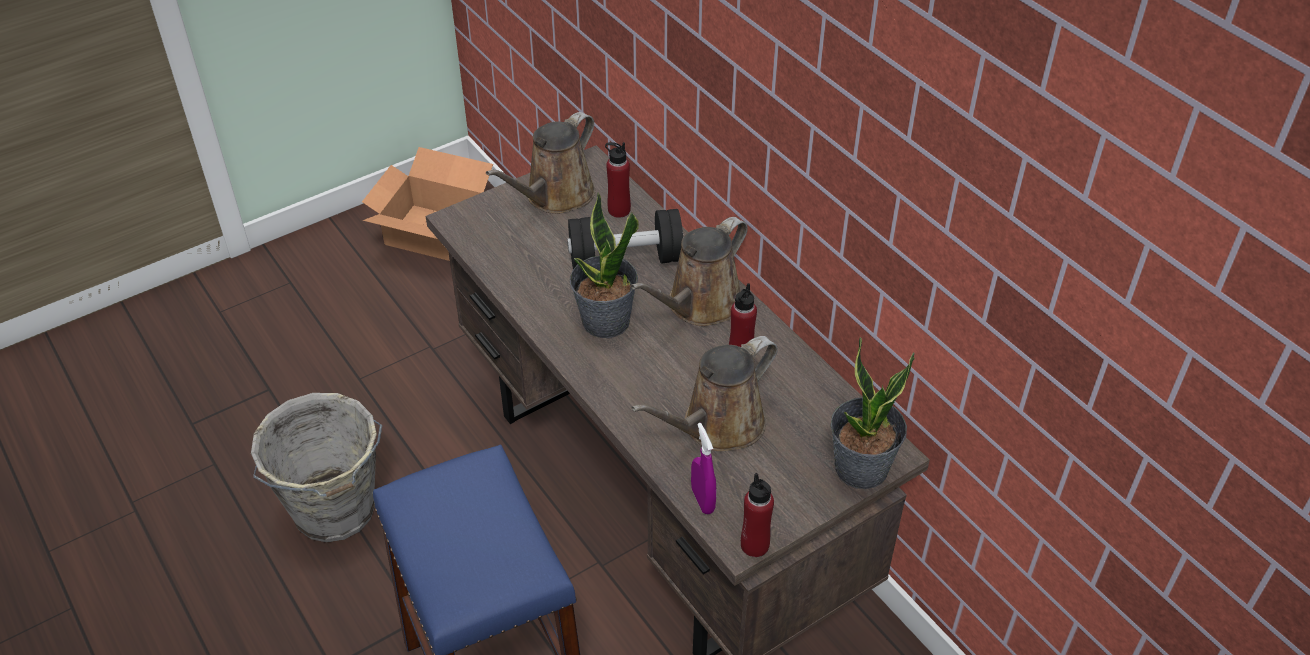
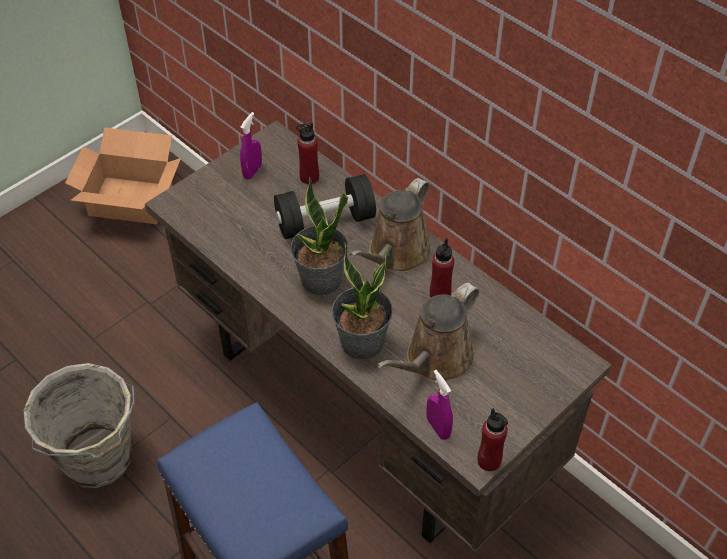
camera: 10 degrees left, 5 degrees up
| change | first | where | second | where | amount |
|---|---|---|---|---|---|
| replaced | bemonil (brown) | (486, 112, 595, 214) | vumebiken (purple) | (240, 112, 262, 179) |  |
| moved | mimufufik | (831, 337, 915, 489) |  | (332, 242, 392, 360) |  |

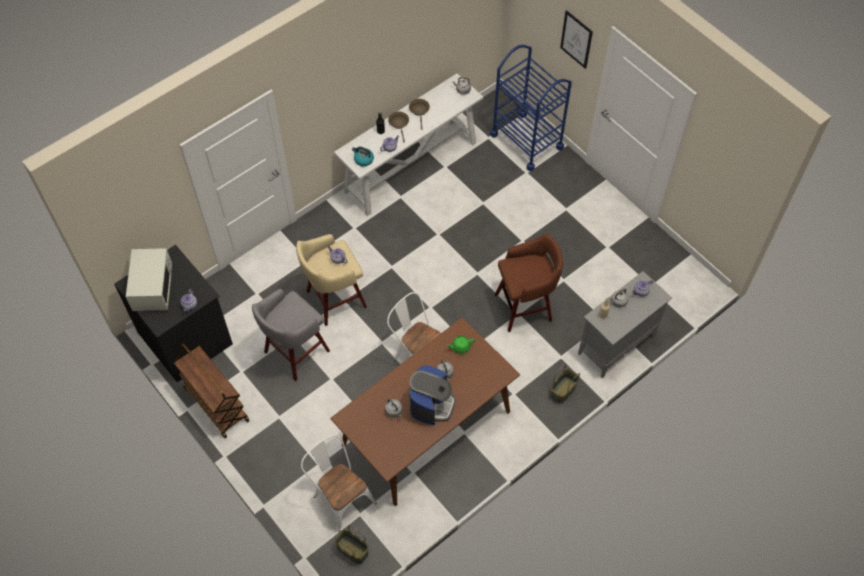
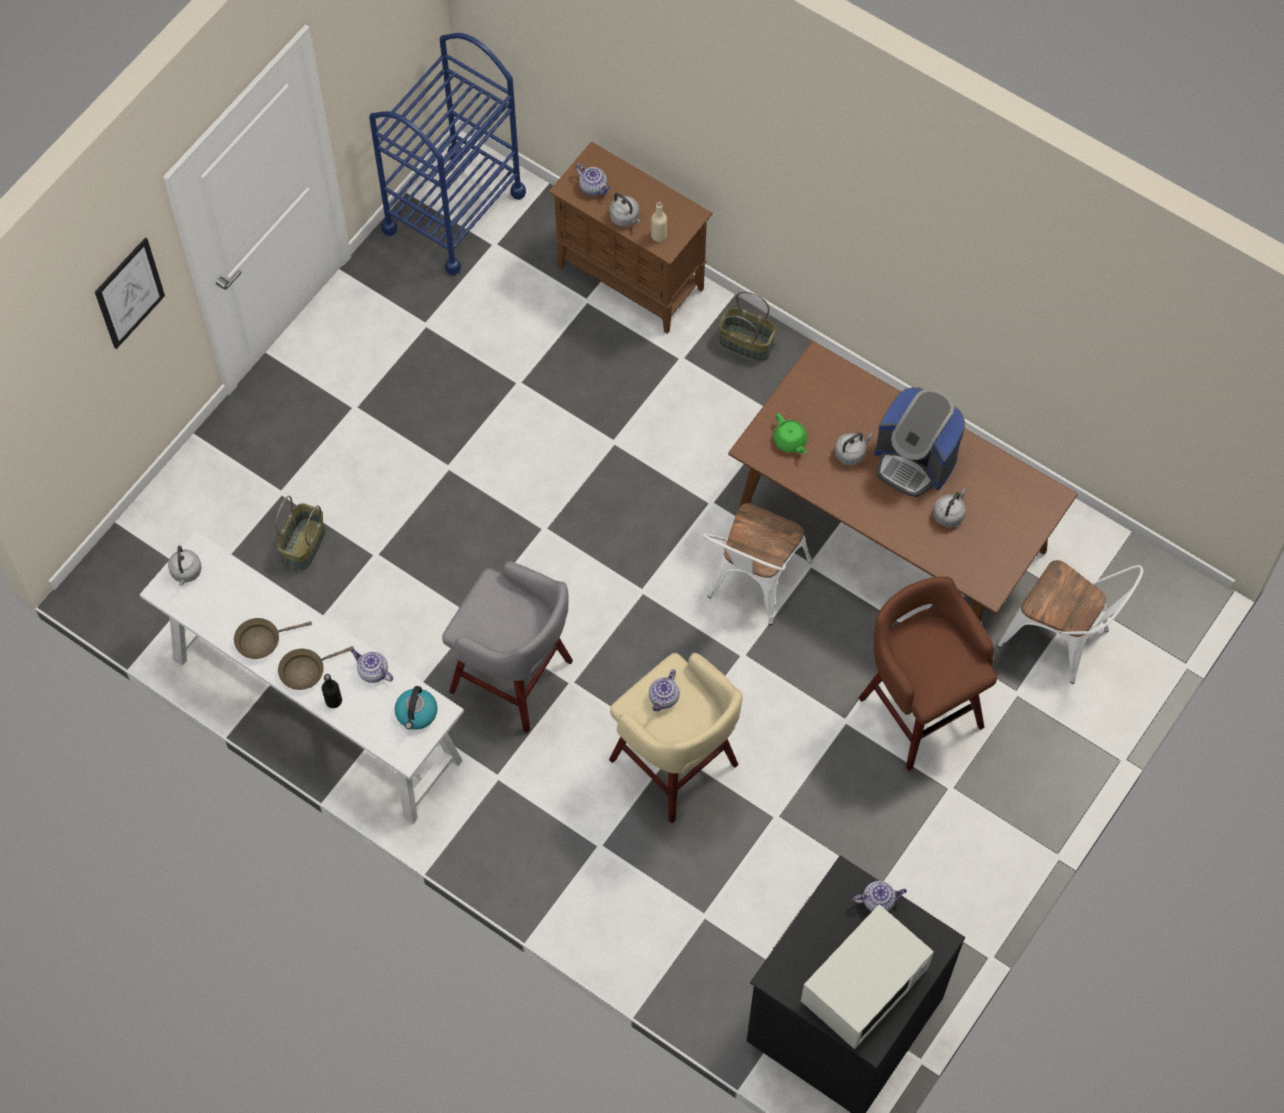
camera: 105 degrees left, 5 degrees up
| change | first | where | second | where | amount |
|---|---|---|---|---|---|
| turned | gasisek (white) | (126, 248, 172, 311) |  | (801, 904, 934, 1049) | 150 degrees clockwise |
| removed | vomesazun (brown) | (174, 343, 250, 438) |  |  |  |
| moved | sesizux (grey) | (252, 289, 330, 381) |  | (442, 561, 573, 733) |  |
| turned | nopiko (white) | (301, 435, 377, 533) |  | (997, 560, 1143, 684) | 90 degrees counterclockwise |
| moved | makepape | (334, 526, 369, 564) |  | (276, 496, 325, 570) |  |
| turned | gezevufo | (409, 365, 455, 425) |  | (874, 387, 965, 497) | 150 degrees counterclockwise |
| moved | vomesazun (blue) | (490, 45, 572, 171) |  | (369, 33, 526, 276) |  |
| moved | sesizux (brown) | (495, 233, 563, 332) |  | (859, 576, 997, 771) |  |
| recoloured | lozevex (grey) | (578, 271, 672, 378) | lozevex (brown) | (549, 141, 712, 334) |  |

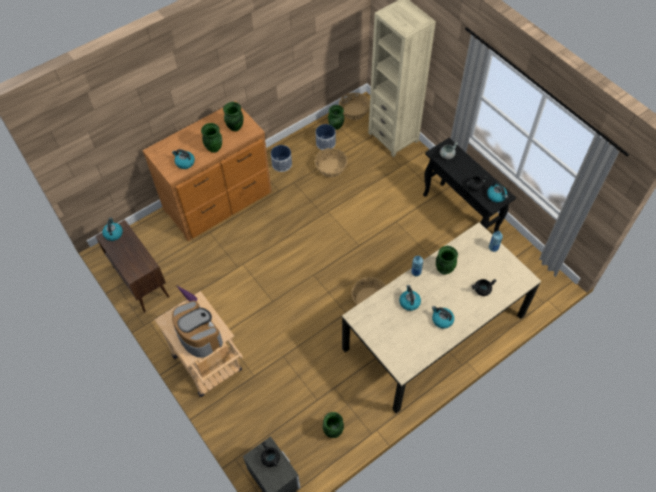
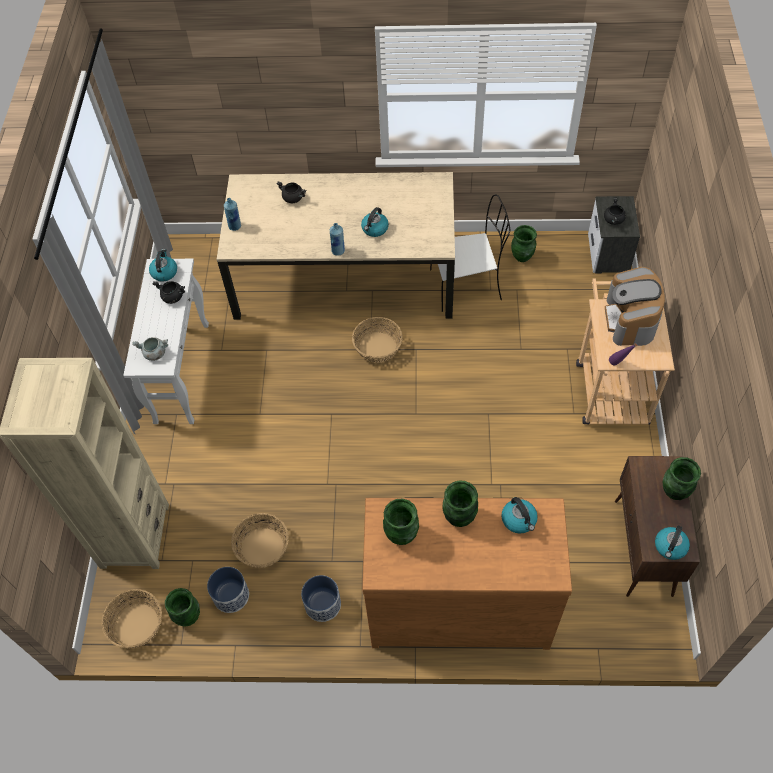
camera: 140 degrees left, 0 degrees up
| change | first | where | second | where | amount |
|---|---|---|---|---|---|
| recoloured | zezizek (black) | (423, 138, 516, 232) | zezizek (white) | (123, 259, 209, 424) |  |
| removed | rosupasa | (432, 306, 454, 329) |  |  |  |
| moved | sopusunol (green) | (436, 246, 458, 274) |  | (663, 457, 701, 500) |  |
| added |  |  | nopiko (white) | (430, 194, 510, 312) |  |

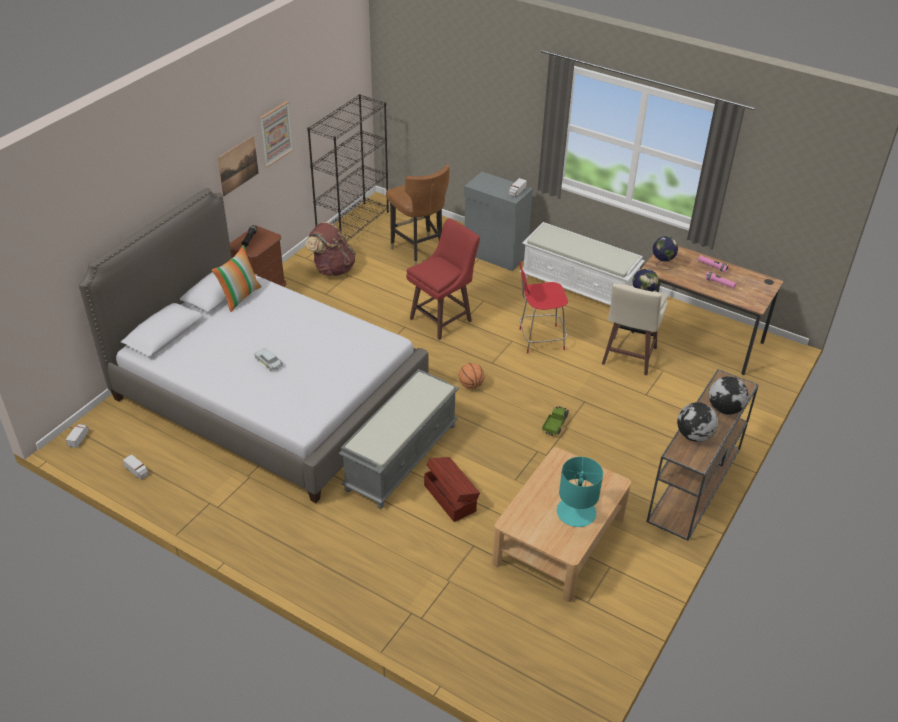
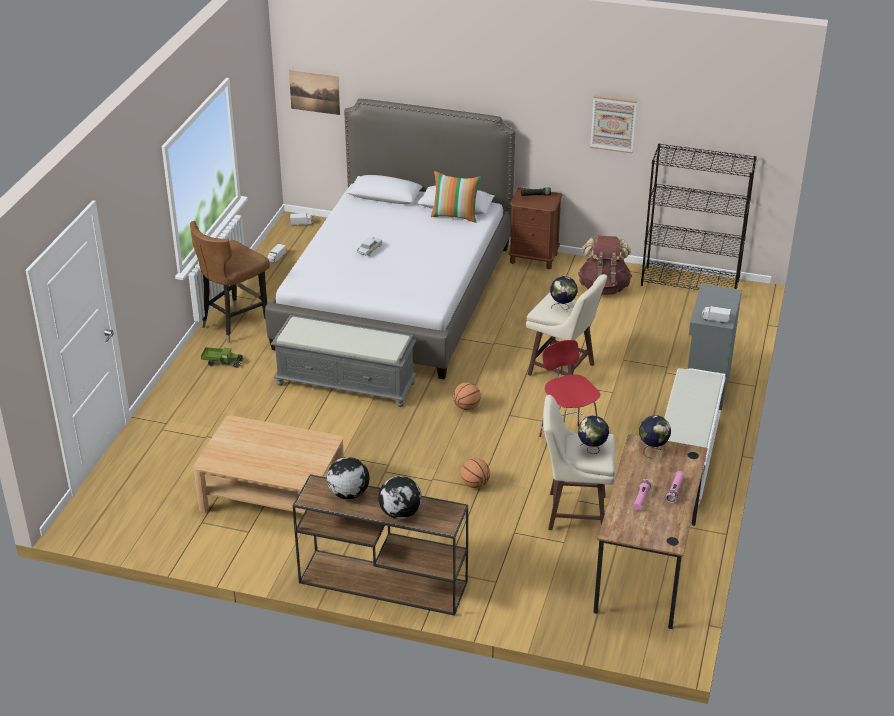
camera: 75 degrees right, 5 degrees down
| change | first | where | second | where | amount |
|---|---|---|---|---|---|
| moved | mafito | (217, 136, 259, 197) |  | (289, 70, 340, 115) |  |
| moved | nopiko (brown) | (386, 164, 450, 266) |  | (190, 221, 270, 343) |  |
| recoloured | sesizux (red) | (406, 218, 480, 340) | sesizux (beige) | (526, 274, 607, 376) |  |
| removed | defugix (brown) | (424, 457, 480, 522) |  |  |  |
| moved | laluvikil | (542, 406, 569, 436) |  | (201, 347, 243, 368) |  |
| removed | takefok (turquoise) | (557, 457, 603, 527) |  |  |  |
| added |  |  | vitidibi | (460, 458, 490, 488) |  |
| added |  |  | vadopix | (550, 276, 578, 310) |  |

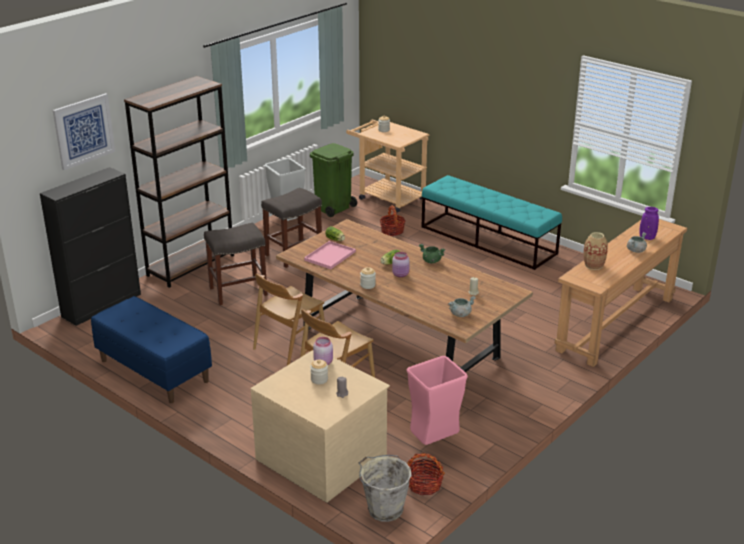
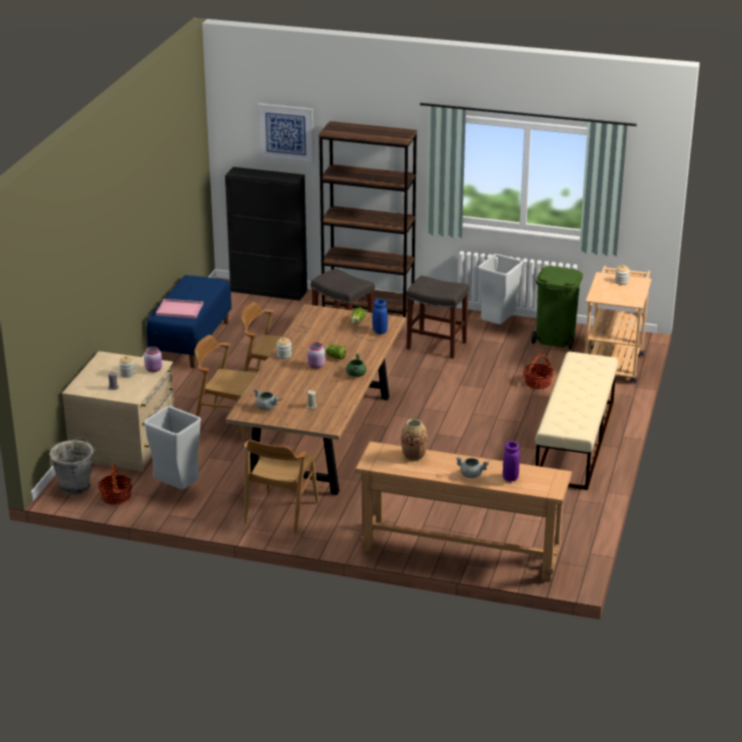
camera: 65 degrees right, 0 degrees up
| change | first | where | second | where | amount |
|---|---|---|---|---|---|
| moved | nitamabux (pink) | (304, 241, 356, 269) |  | (156, 299, 203, 318) |  |
| recoloured | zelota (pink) | (406, 356, 468, 445) | zelota (grey) | (144, 406, 201, 489) |  |
| recoloured | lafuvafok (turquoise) | (422, 175, 562, 270) | lafuvafok (beige) | (535, 352, 618, 490) |  |
| added |  |  | nopiko (brown) | (244, 440, 319, 534) |  |
| added |  |  | sopusunol (blue) | (372, 299, 388, 334) |  |

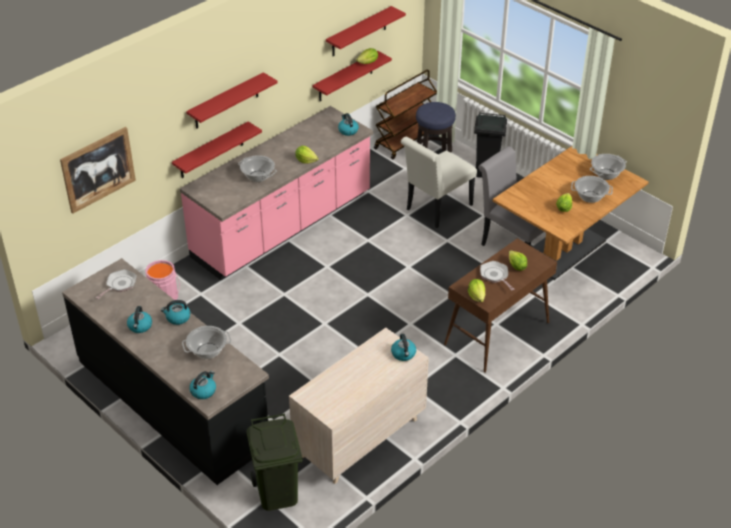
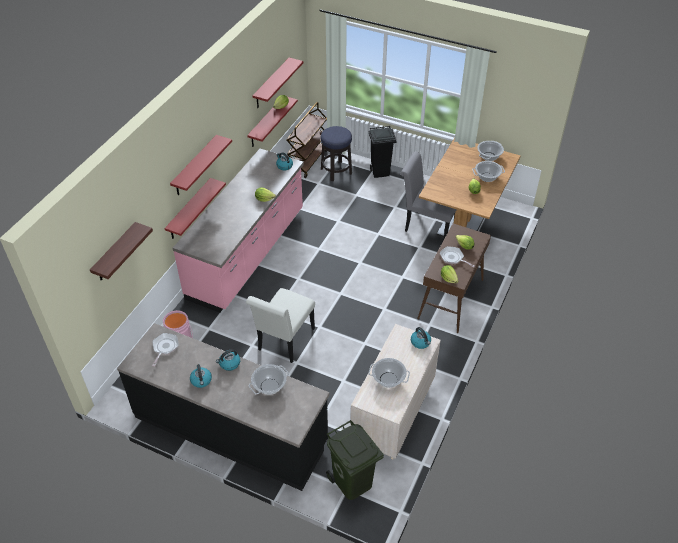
camera: 20 degrees left, 5 degrees up
| change | first | where | second | where | amount |
|---|---|---|---|---|---|
| replaced | mafito | (60, 127, 136, 214) | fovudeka | (90, 222, 153, 281) |  |
| removed | rosupasa | (189, 371, 216, 399) |  |  |  |
| moved | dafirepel | (238, 155, 277, 182) |  | (368, 358, 410, 388) |  |
| moved | nopiko (white) | (401, 137, 477, 228) |  | (246, 288, 315, 363) |  |

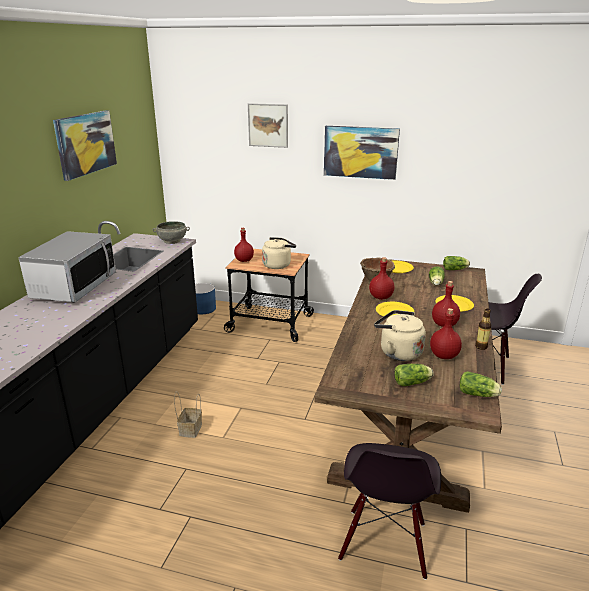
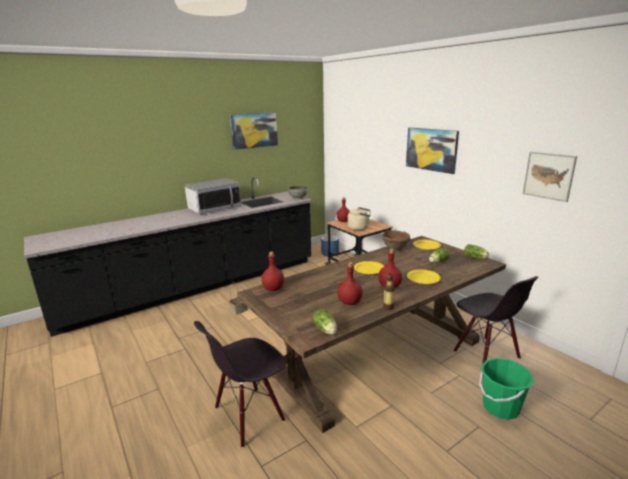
camera: 40 degrees right, 5 degrees down
| change | first | where | second | where | amount |
|---|---|---|---|---|---|
| moved | mafito | (248, 103, 288, 148) |  | (523, 152, 577, 202) |  |
| moved | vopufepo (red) | (369, 257, 395, 300) |  | (261, 251, 284, 291) |  |
| removed | rosupasa (beige) | (374, 310, 426, 361) |  |  |  |
| removed | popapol | (394, 364, 434, 386) |  |  |  |
| added |  |  | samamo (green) | (479, 358, 534, 420) |  |

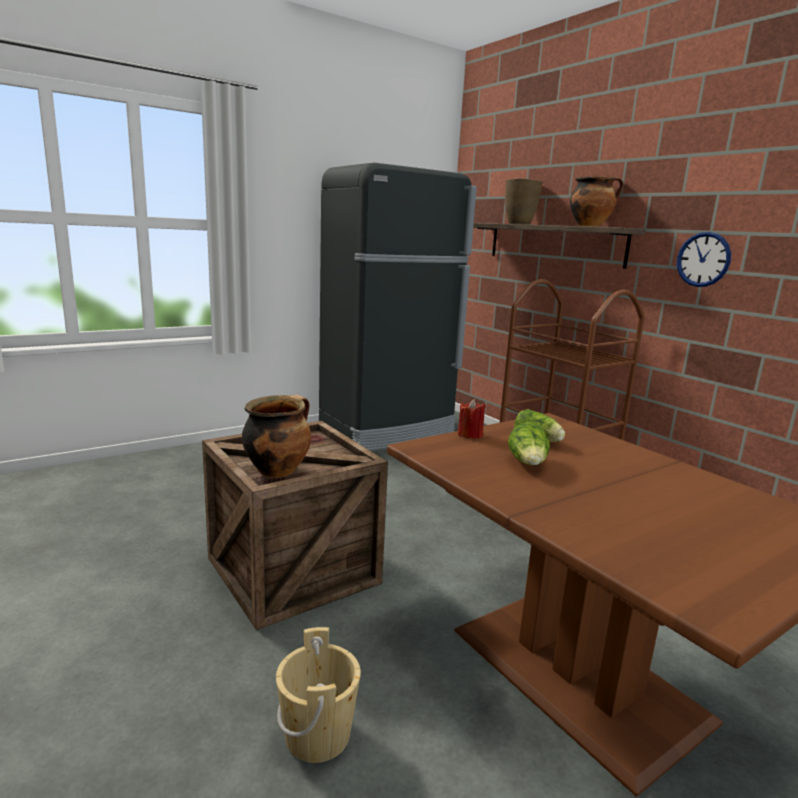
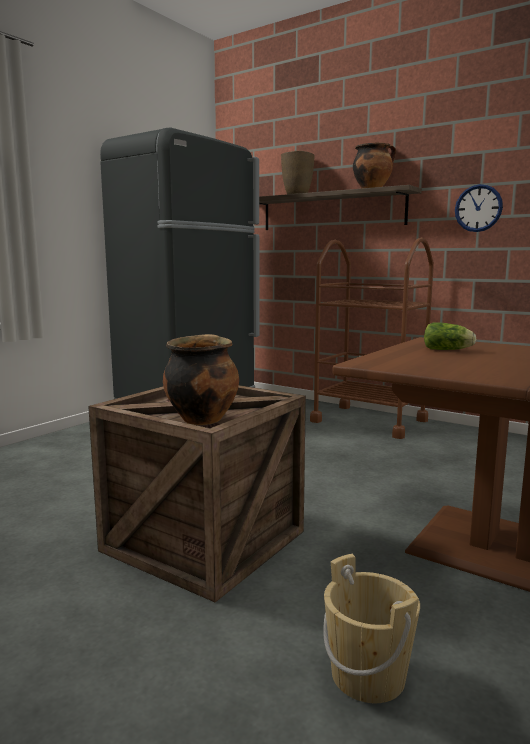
camera: 20 degrees left, 5 degrees down
| change | first | where | second | where | amount |
|---|---|---|---|---|---|
| removed | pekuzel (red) | (458, 399, 486, 439) |  |  |  |
| removed | popapol | (508, 422, 550, 466) |  |  |  |

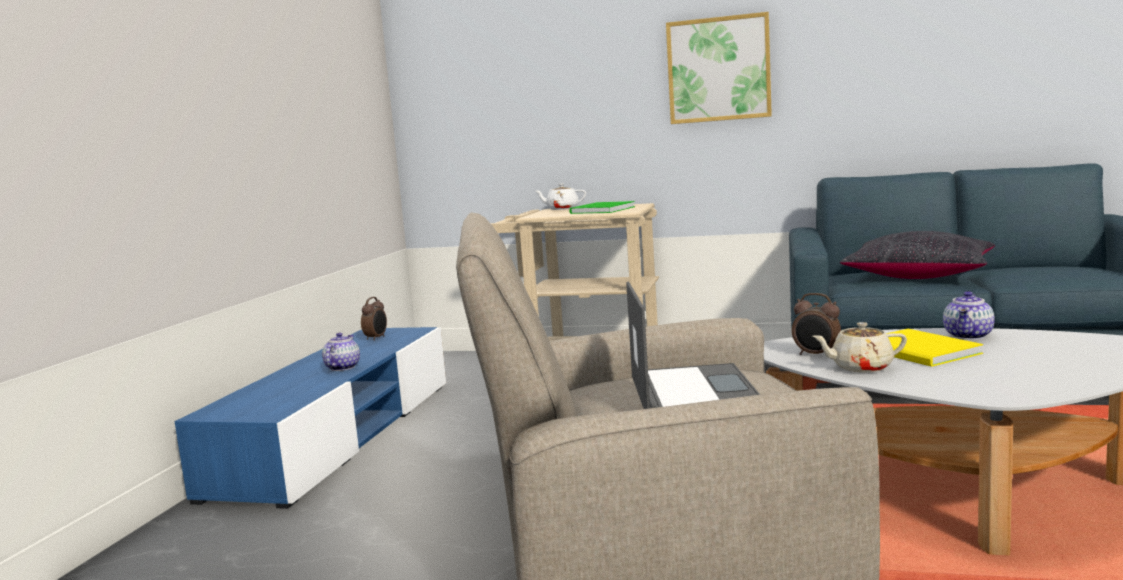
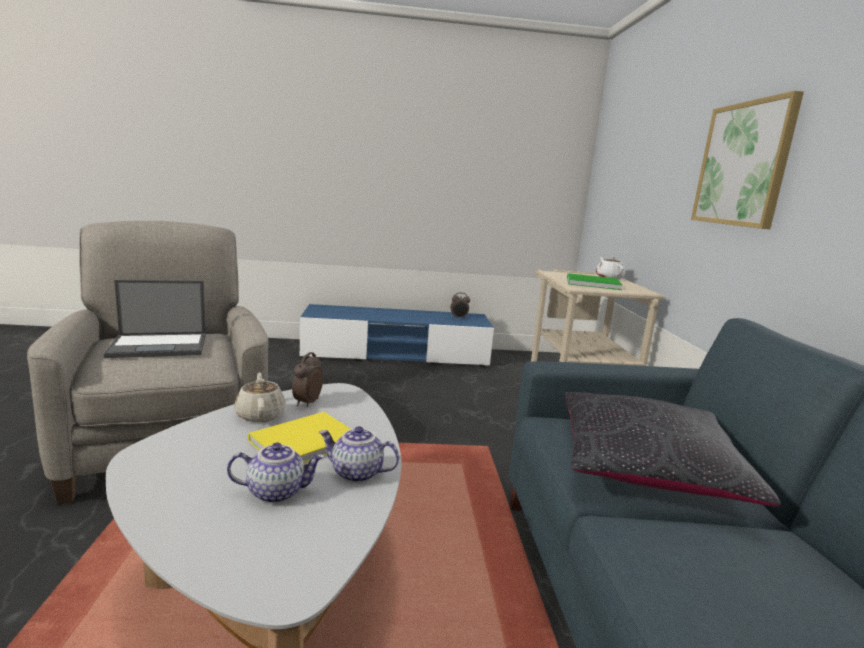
camera: 70 degrees right, 5 degrees up
| change | first | where | second | where | amount |
|---|---|---|---|---|---|
| moved | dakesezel | (322, 333, 360, 371) |  | (227, 443, 325, 504) |  |

